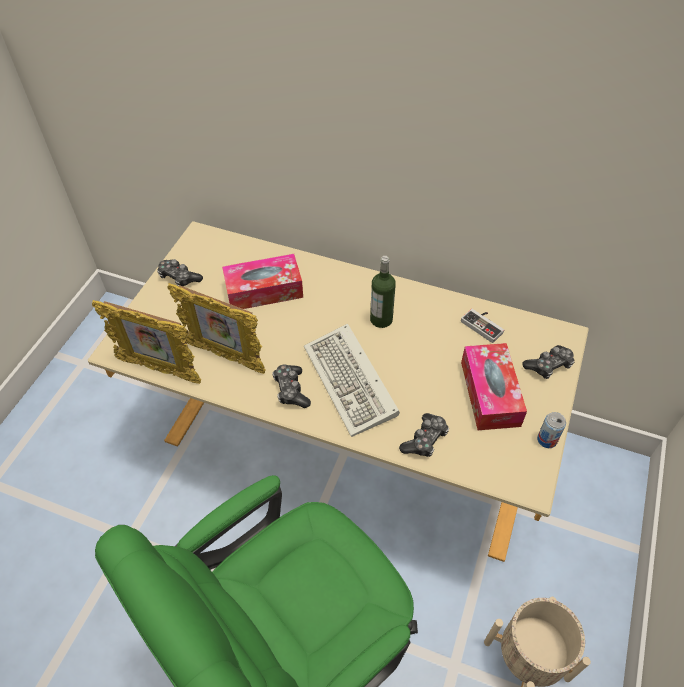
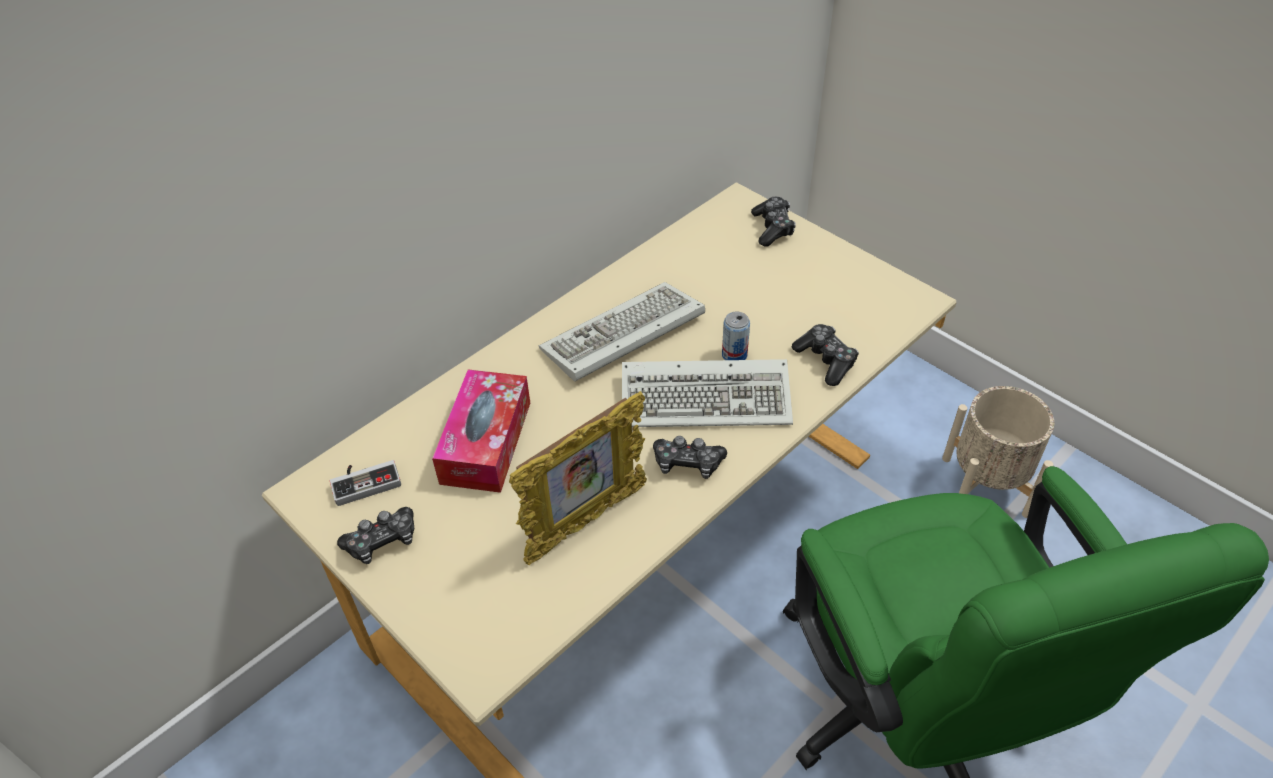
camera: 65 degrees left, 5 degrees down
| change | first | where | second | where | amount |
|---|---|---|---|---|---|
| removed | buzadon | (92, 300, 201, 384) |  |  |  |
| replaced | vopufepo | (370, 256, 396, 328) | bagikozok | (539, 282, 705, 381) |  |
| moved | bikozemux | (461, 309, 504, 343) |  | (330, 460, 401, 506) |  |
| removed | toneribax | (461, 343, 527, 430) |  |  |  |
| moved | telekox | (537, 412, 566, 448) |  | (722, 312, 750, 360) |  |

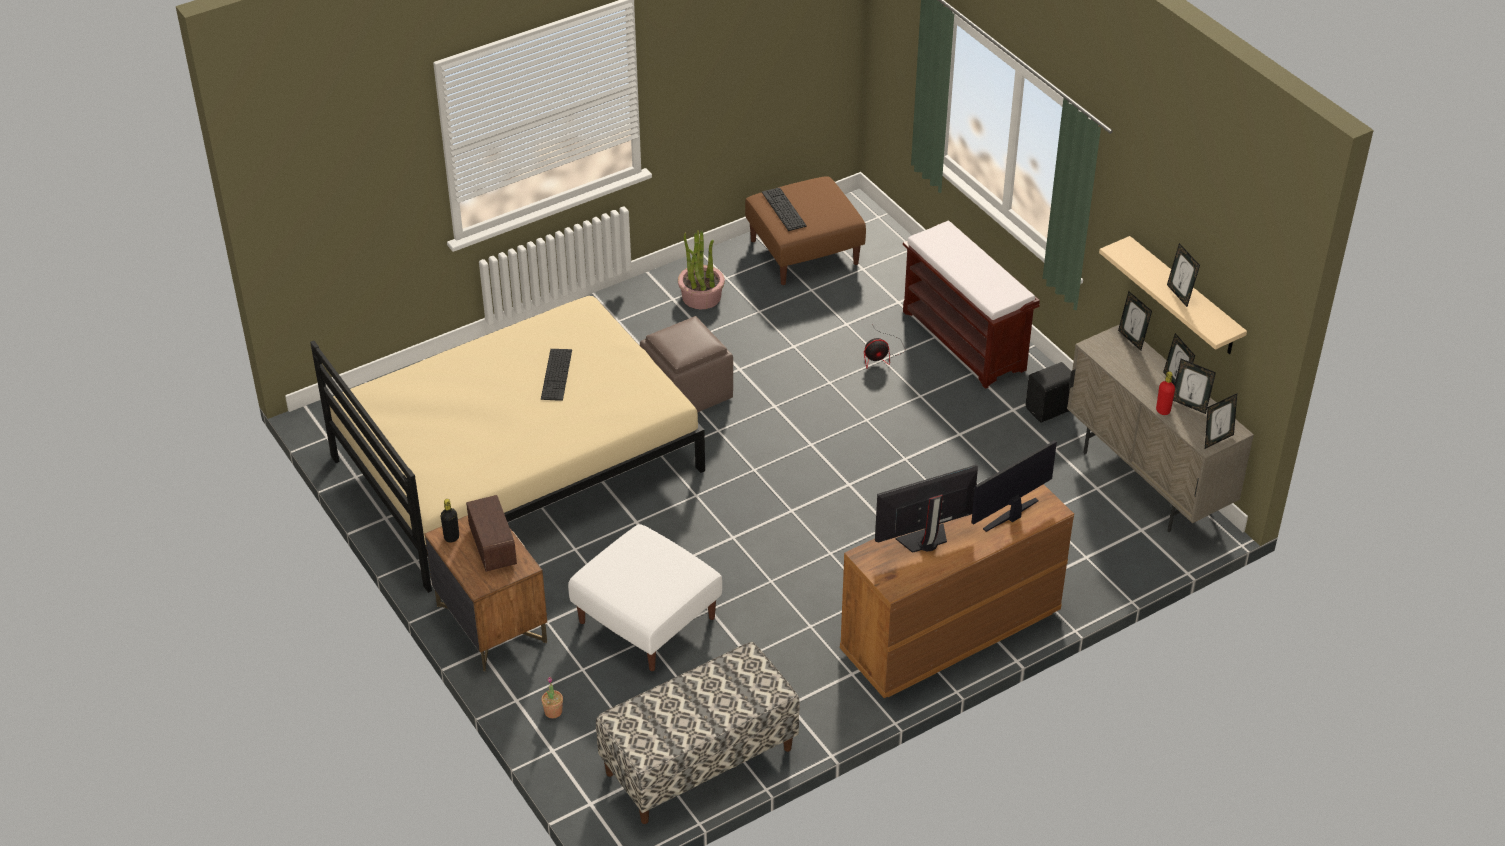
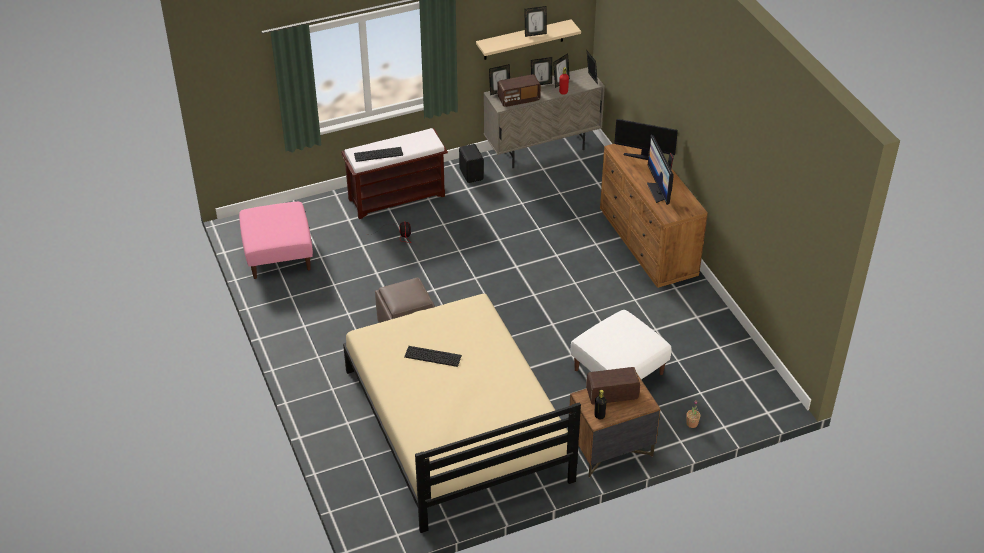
camera: 80 degrees left, 0 degrees up
| change | first | where | second | where | amount |
|---|---|---|---|---|---|
| removed | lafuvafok | (596, 642, 800, 824) |  |  |  |
| removed | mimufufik | (678, 230, 725, 309) |  |  |  |
| recoloured | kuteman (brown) | (745, 176, 866, 285) | kuteman (pink) | (239, 202, 313, 279) |  |
| moved | bagikozok | (762, 187, 807, 231) |  | (354, 147, 403, 162) |  |
| turned | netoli | (971, 440, 1057, 532) |  | (614, 119, 678, 160) | 45 degrees counterclockwise |
| added |  |  | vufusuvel | (497, 74, 541, 107) |  |

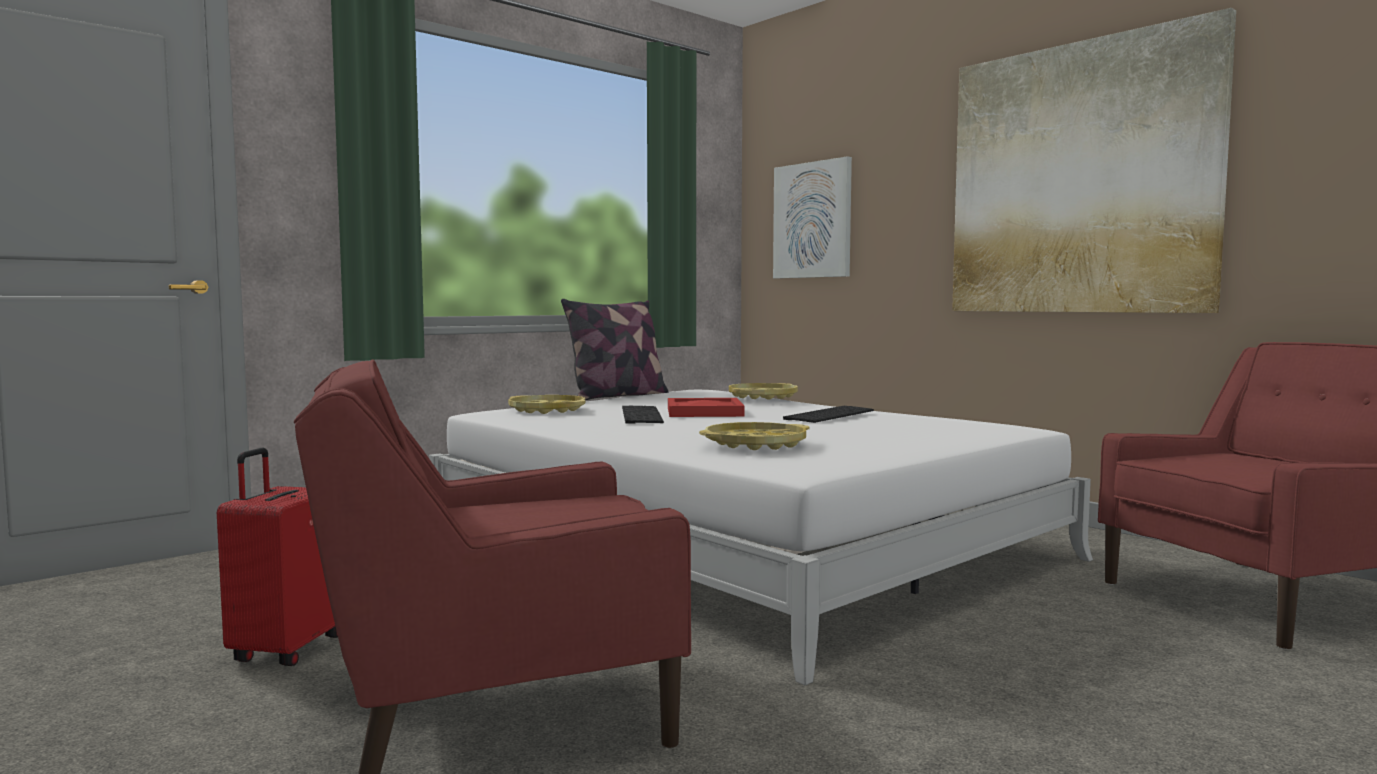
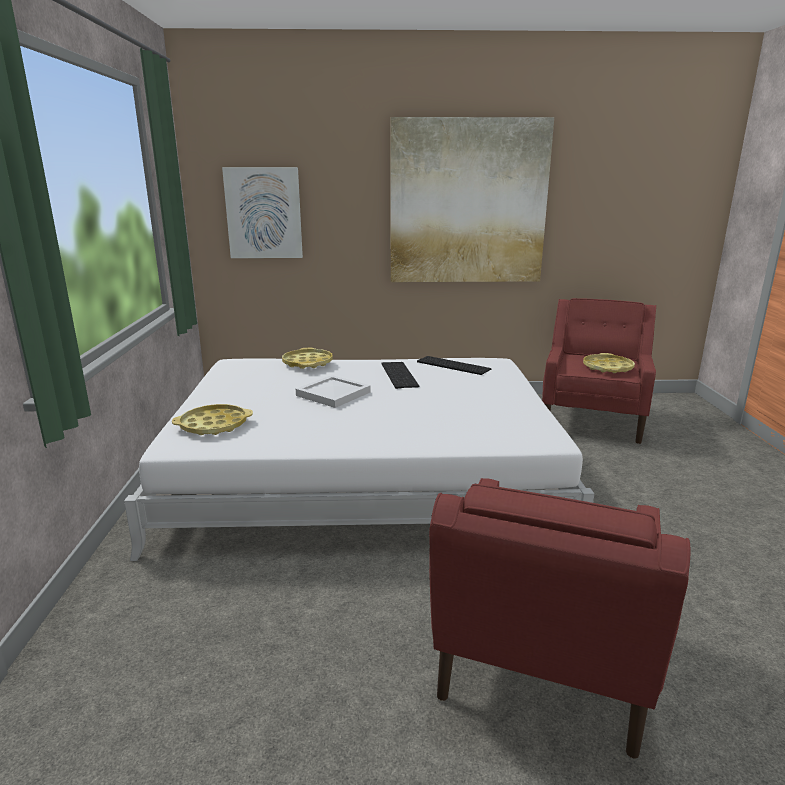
camera: 50 degrees left, 15 degrees up
| change | first | where | second | where | amount |
|---|---|---|---|---|---|
| removed | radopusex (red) | (217, 448, 338, 666) |  |  |  |
| removed | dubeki | (561, 299, 669, 400) |  |  |  |
| moved | bagikozok | (622, 406, 664, 424) |  | (417, 356, 492, 375) |  |
| recoloured | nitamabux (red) | (668, 398, 744, 417) | nitamabux (white) | (296, 375, 371, 408) |  |
| moved | nitamabux (yellow) | (699, 422, 809, 450) |  | (583, 353, 635, 373) |  |

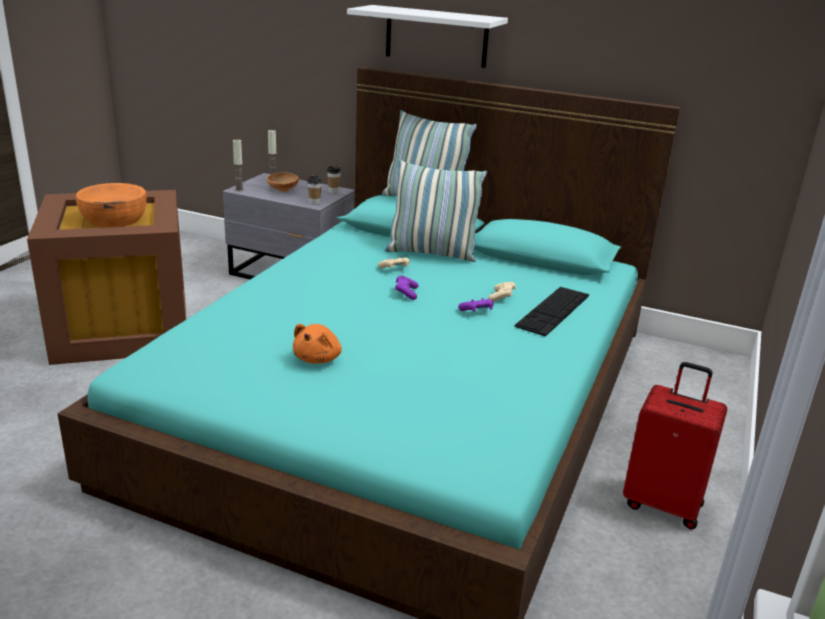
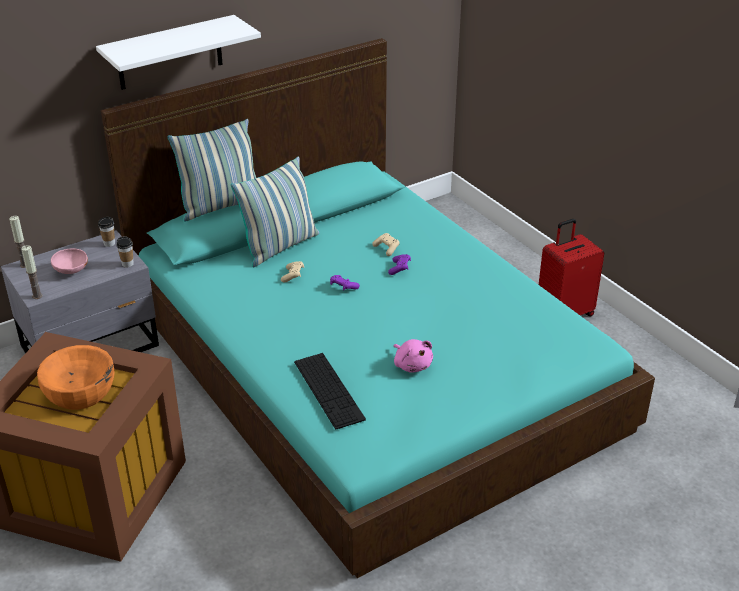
camera: 55 degrees left, 10 degrees up
| change | first | where | second | where | amount |
|---|---|---|---|---|---|
| recoloured | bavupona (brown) | (267, 172, 299, 192) | bavupona (pink) | (51, 249, 88, 274) |  |
| recoloured | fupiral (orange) | (293, 324, 342, 364) | fupiral (pink) | (393, 339, 433, 373) |  |
| moved | bagikozok | (514, 287, 589, 336) |  | (294, 353, 366, 430) |  |

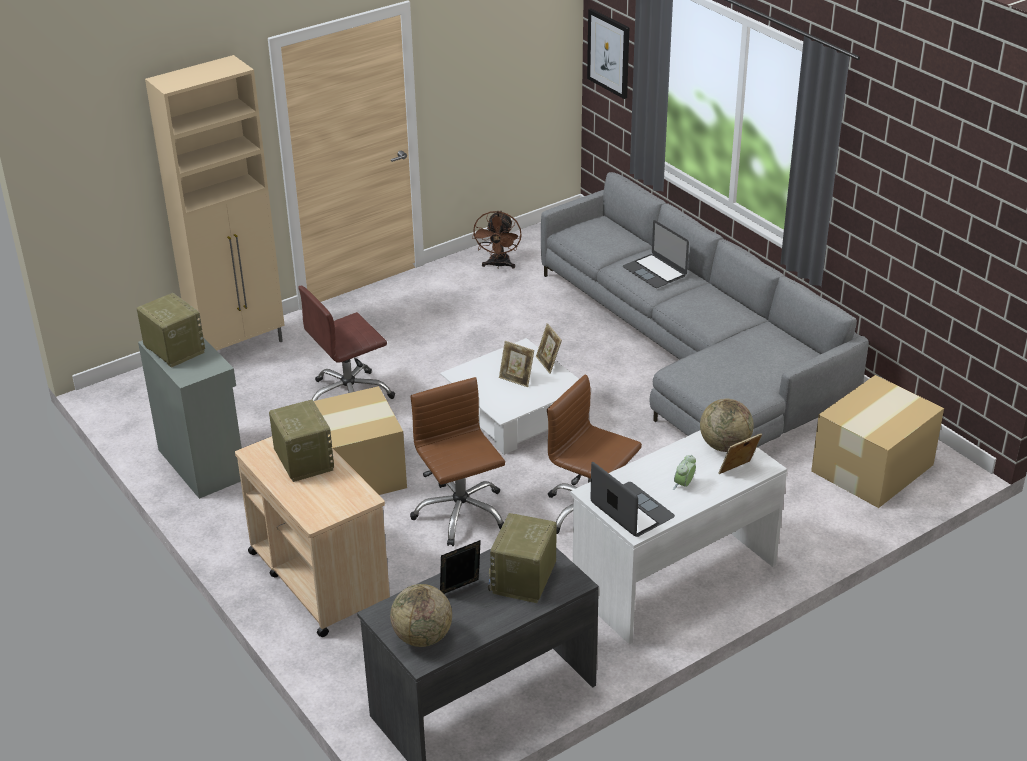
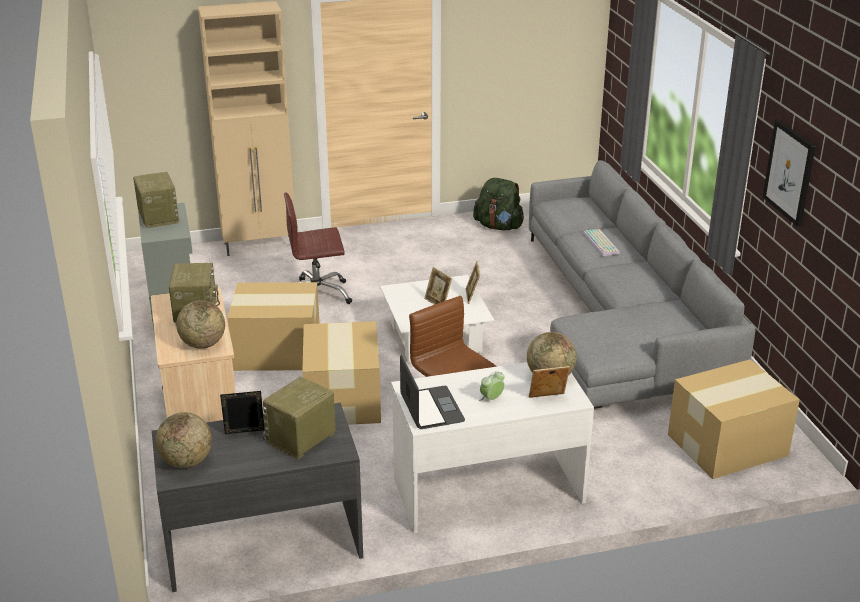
camera: 20 degrees right, 5 degrees down
| change | first | where | second | where | amount |
|---|---|---|---|---|---|
| replaced | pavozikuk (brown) | (410, 377, 505, 546) | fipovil | (302, 321, 381, 425) |  |
| replaced | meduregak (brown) | (472, 211, 522, 269) | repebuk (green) | (473, 178, 524, 230) |  |
| moved | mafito | (587, 9, 629, 99) |  | (763, 120, 816, 227) |  |
| replaced | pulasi | (623, 220, 689, 288) | bagikozok | (583, 229, 620, 256) |  |
| added |  |  | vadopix | (176, 300, 225, 349) |  |

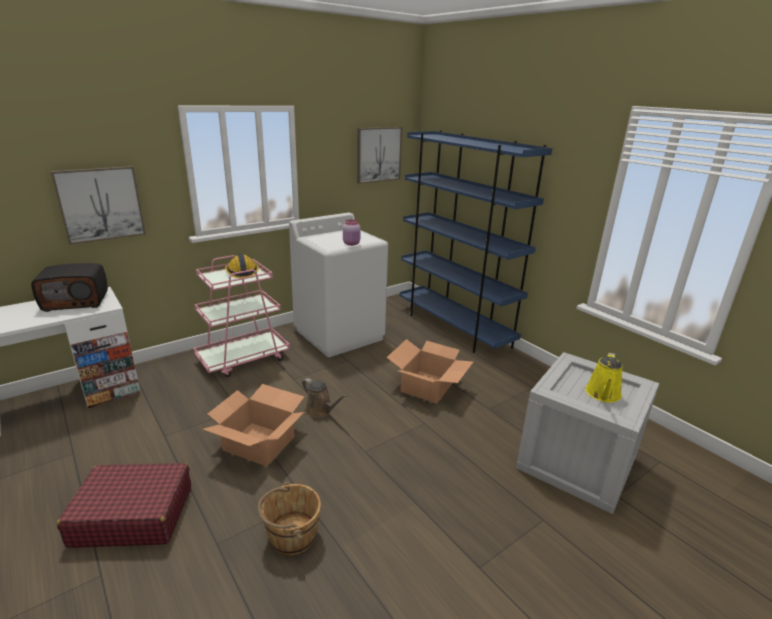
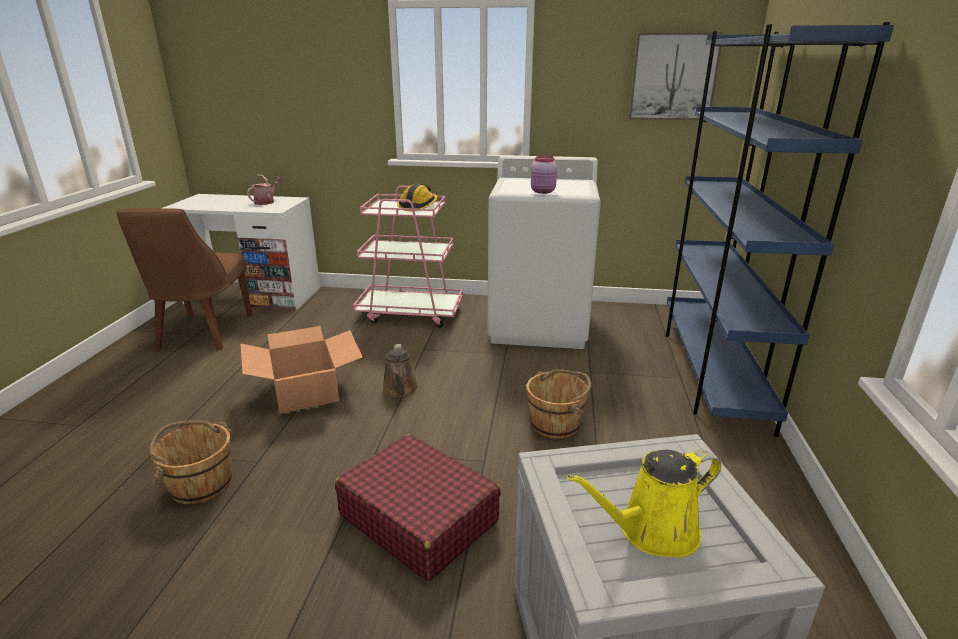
camera: 45 degrees right, 0 degrees up
| change | first | where | second | where | amount |
|---|---|---|---|---|---|
| replaced | vufusuvel | (31, 263, 108, 312) | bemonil | (247, 174, 282, 205) |  |
| removed | mafito | (51, 166, 146, 245) |  |  |  |
| moved | radopusex (red) | (57, 463, 191, 548) |  | (335, 434, 501, 581) |  |
| replaced | fipovil | (386, 339, 473, 404) | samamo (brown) | (526, 369, 591, 439) |  |
| added |  |  | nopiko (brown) | (117, 208, 252, 350) |  |

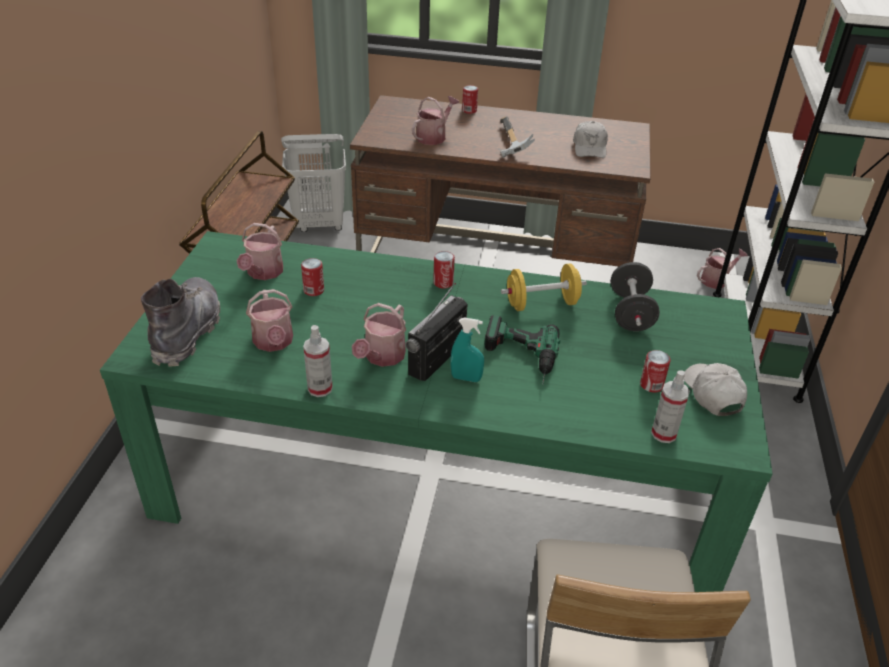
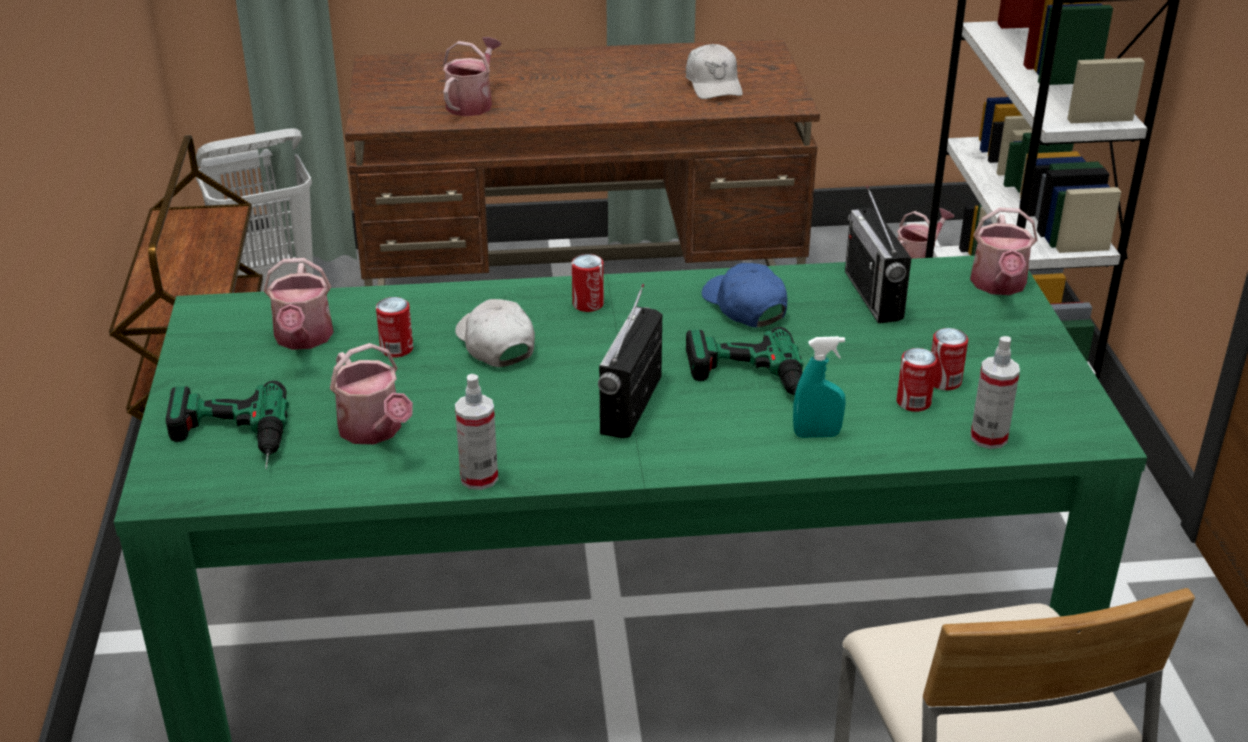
camera: 15 degrees left, 5 degrees down
| change | first | where | second | where | amount |
|---|---|---|---|---|---|
| replaced | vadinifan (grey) | (141, 277, 220, 367) | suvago | (166, 381, 289, 469) |  |
| moved | bemonil | (352, 303, 406, 367) |  | (970, 208, 1037, 295) |  |
| moved | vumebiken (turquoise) | (451, 318, 484, 382) |  | (793, 336, 846, 438) |  |
| moved | telekox | (462, 85, 478, 114) |  | (897, 348, 937, 412) |  |
| removed | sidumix | (500, 116, 535, 158) |  |  |  |
| replaced | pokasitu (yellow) | (501, 264, 587, 311) | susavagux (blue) | (702, 263, 787, 327) |  |
| replaced | pokasitu (black) | (611, 262, 660, 331) | vufusuvel | (845, 185, 911, 323) |  |
| moved | susavagux (white) | (684, 363, 747, 416) |  | (455, 299, 535, 367) |  |

